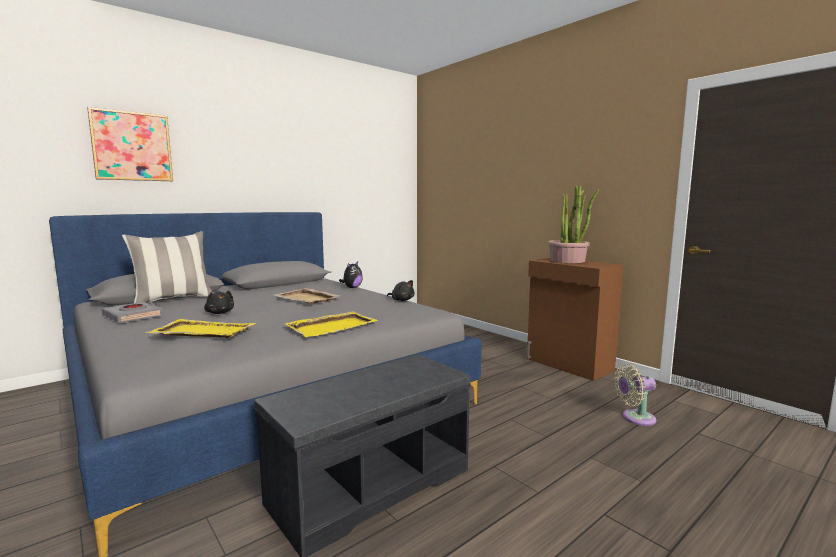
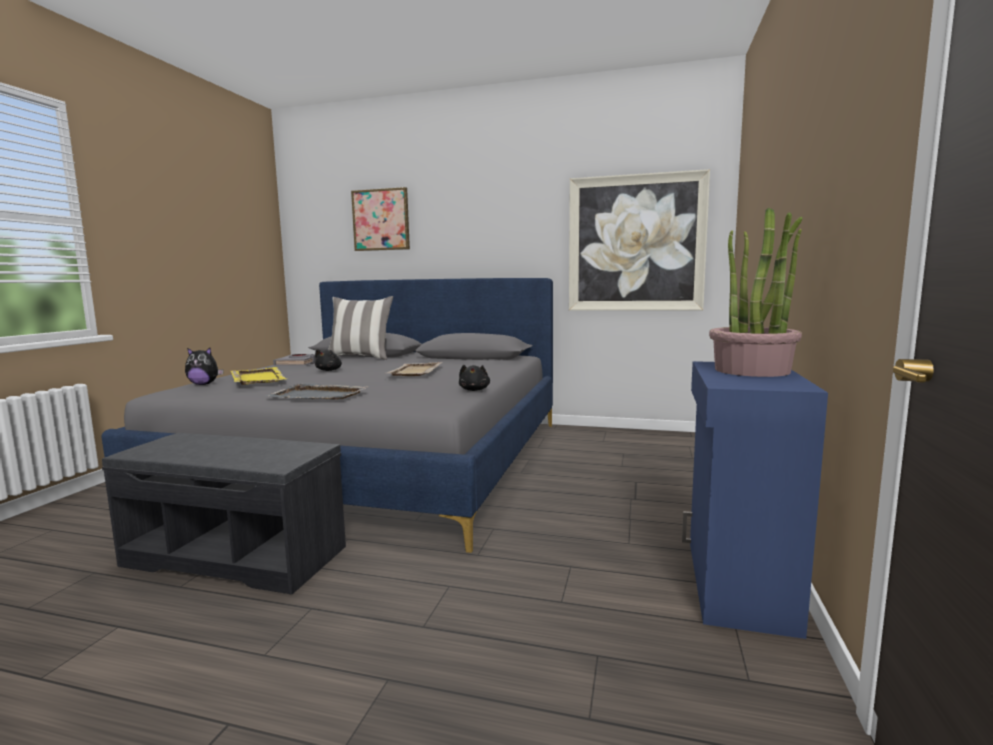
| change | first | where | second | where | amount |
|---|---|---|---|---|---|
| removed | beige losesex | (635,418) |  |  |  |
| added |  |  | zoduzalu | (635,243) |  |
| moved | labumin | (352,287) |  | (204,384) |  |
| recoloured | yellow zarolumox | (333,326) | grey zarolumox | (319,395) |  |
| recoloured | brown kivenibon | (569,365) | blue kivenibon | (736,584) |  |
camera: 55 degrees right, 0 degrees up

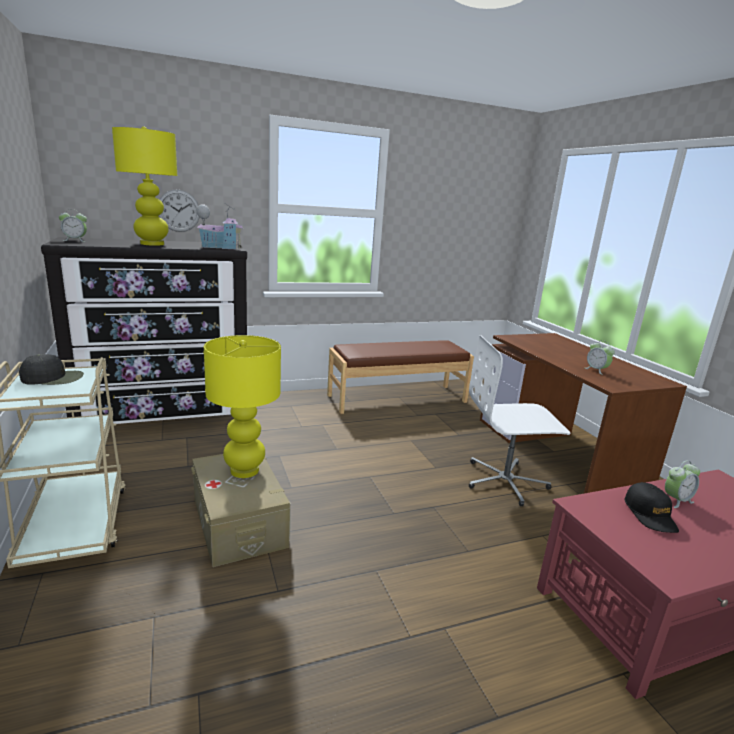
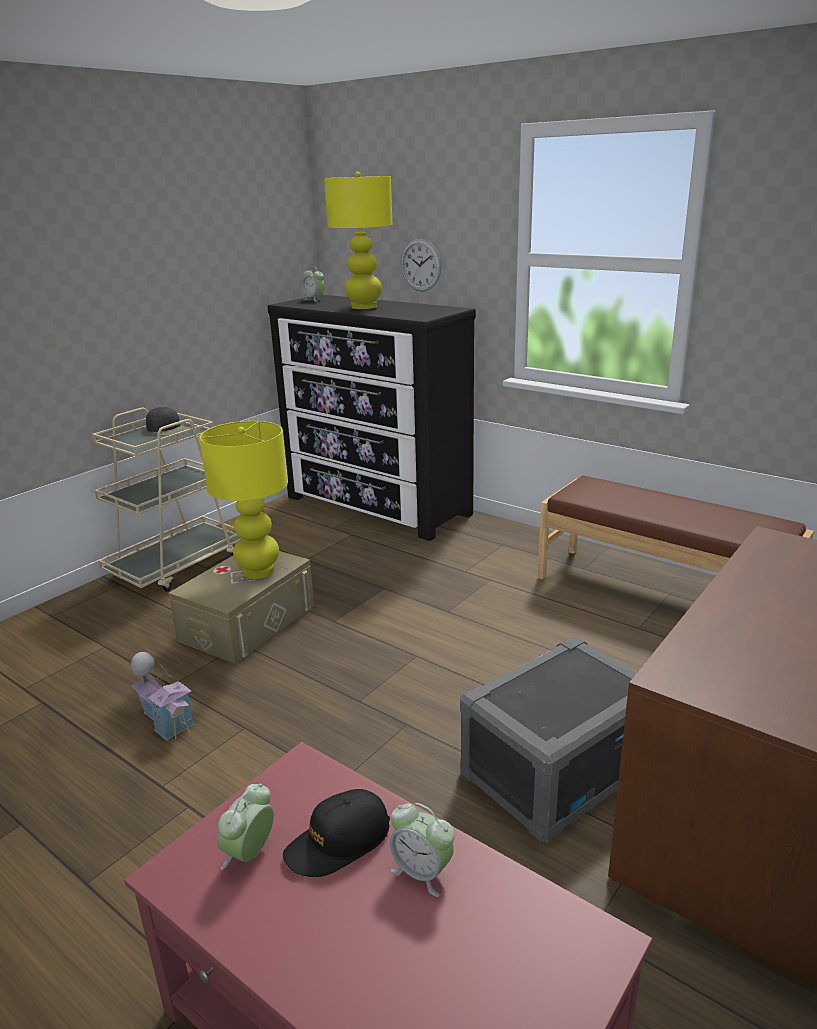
| change | first | where | second | where | amount |
|---|---|---|---|---|---|
| moved | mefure | (220,247) |  | (167,721) |  |
| moved | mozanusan | (596,370) |  | (250,853) |  |
| replaced | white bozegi | (506,481) | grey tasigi | (557,768) |  |
camera: 60 degrees right, 5 degrees up

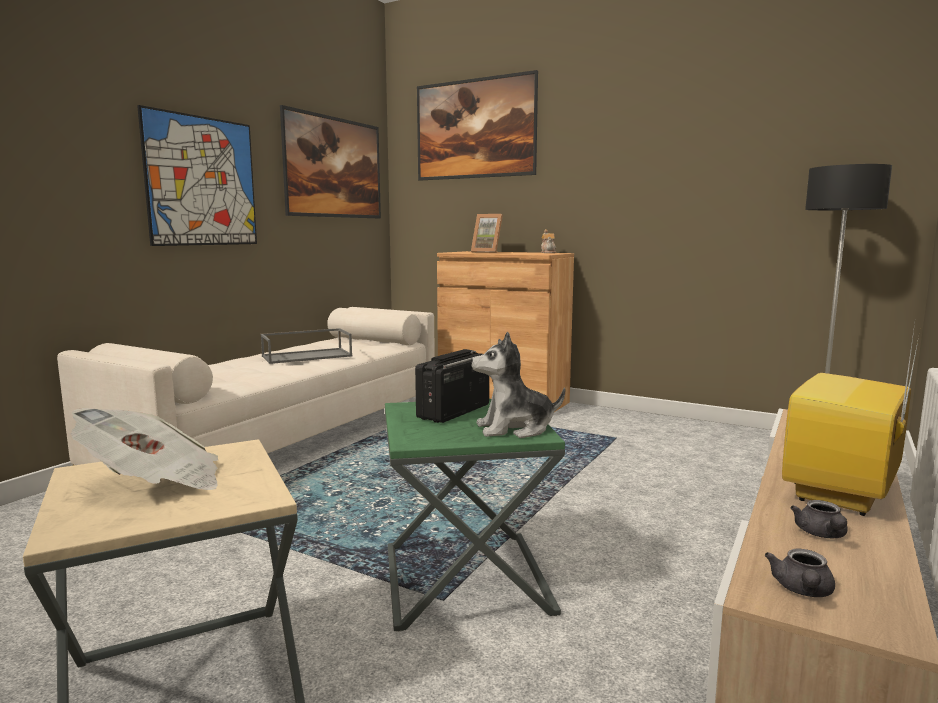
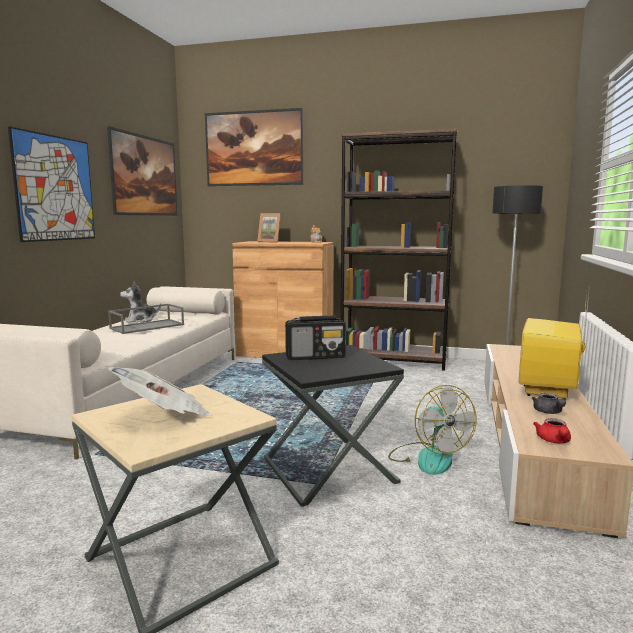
| change | first | where | second | where | amount |
|---|---|---|---|---|---|
| added |  |  | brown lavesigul | (394,361) |  |
| added |  |  | losesex | (428,457) |  |
| moved | labumin | (514,429) |  | (140,320) |  |
| recoloured | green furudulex | (466,579) | black furudulex | (329,470) |  |
| recoloured | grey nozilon | (802,591) | red nozilon | (554,441) |  |
| turned | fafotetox | (453,412) |  | (316,357) | 120 degrees counterclockwise |
camera: 15 degrees left, 0 degrees up

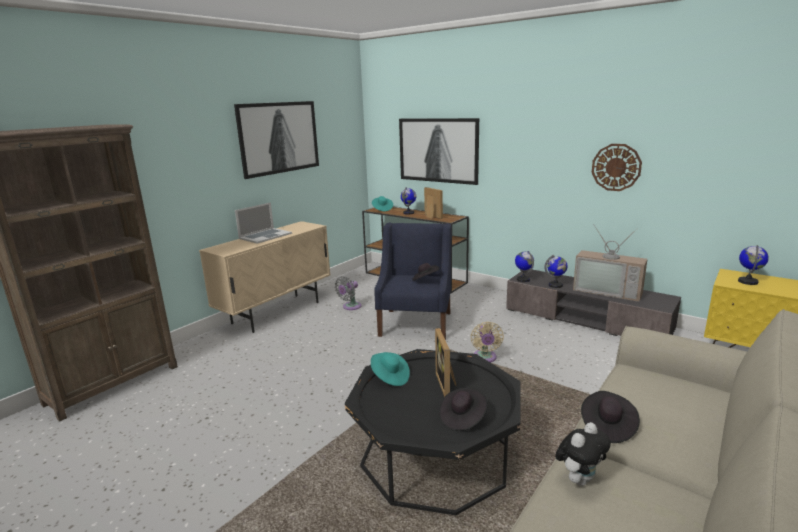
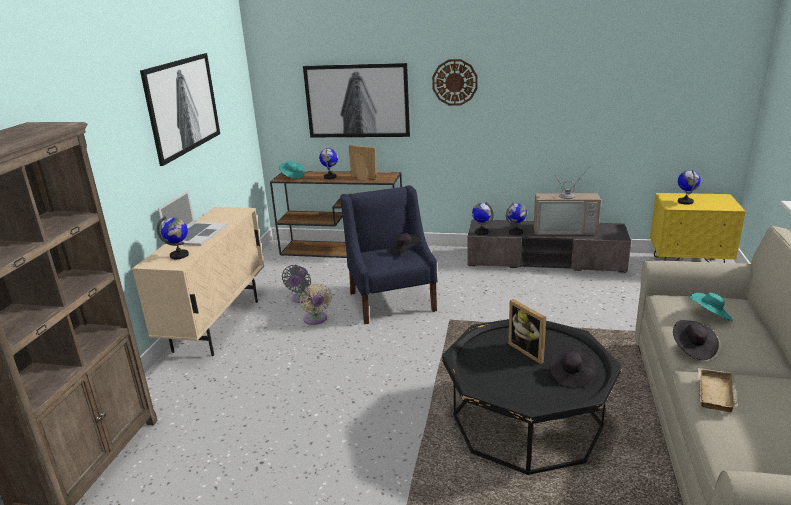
| change | first | where | second | where | amount |
|---|---|---|---|---|---|
| added |  |  | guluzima | (179,255) |  |
| moved | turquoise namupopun | (390,377) |  | (710,316) |  |
| moved | beige losesex | (485,358) |  | (316,320) |  |
| moved | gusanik | (616,167) |  | (454,82) |  |
| replaced | labumin | (579,479) | beige zarolumox | (712,392) |  |
camera: 25 degrees left, 5 degrees up

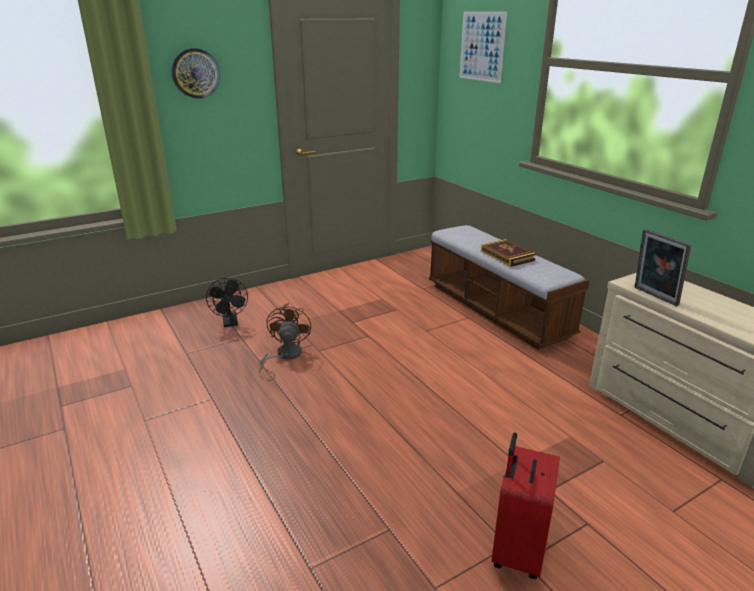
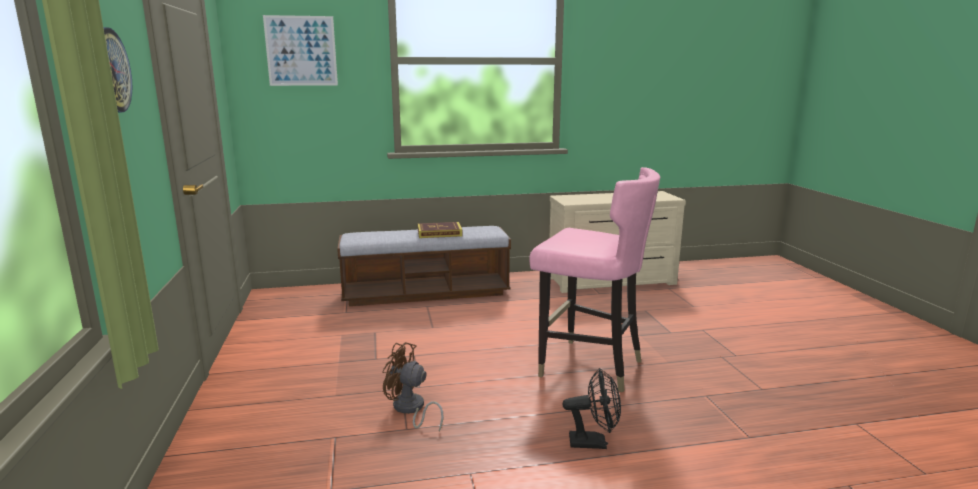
| change | first | where | second | where | amount |
|---|---|---|---|---|---|
| removed | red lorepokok | (516,551) |  |  |  |
| removed | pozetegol | (654,296) |  |  |  |
| added |  |  | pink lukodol | (589,366) |  |
| moved | black losesex | (230,323) |  | (594,442) |  |
camera: 70 degrees left, 10 degrees down

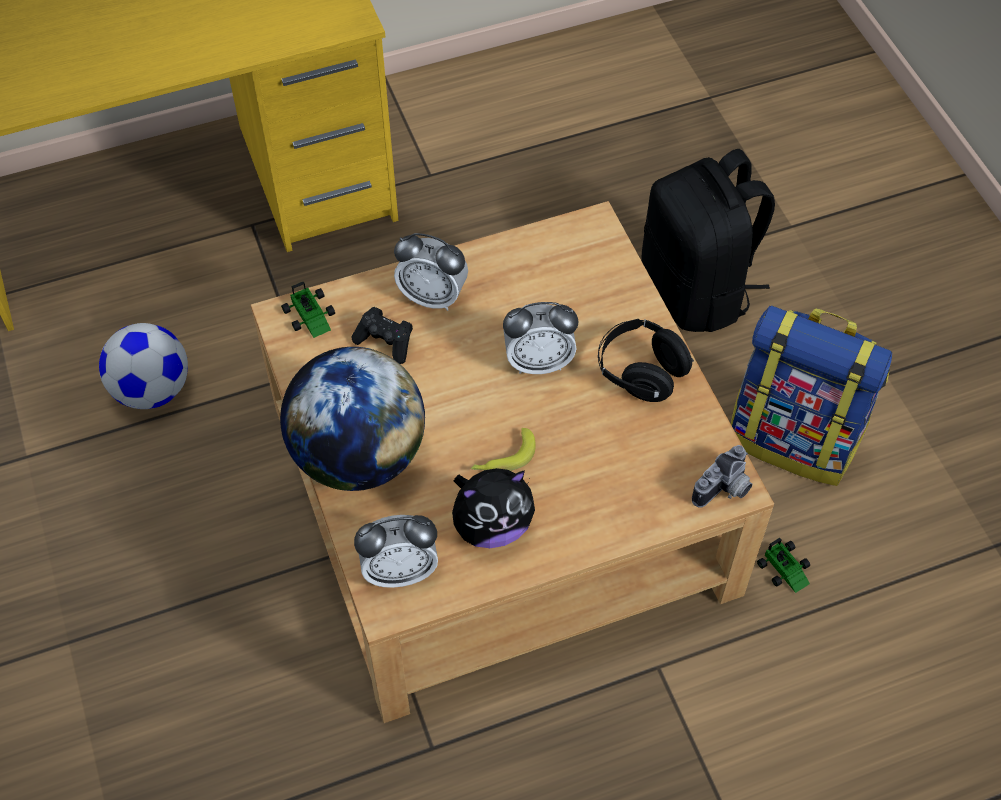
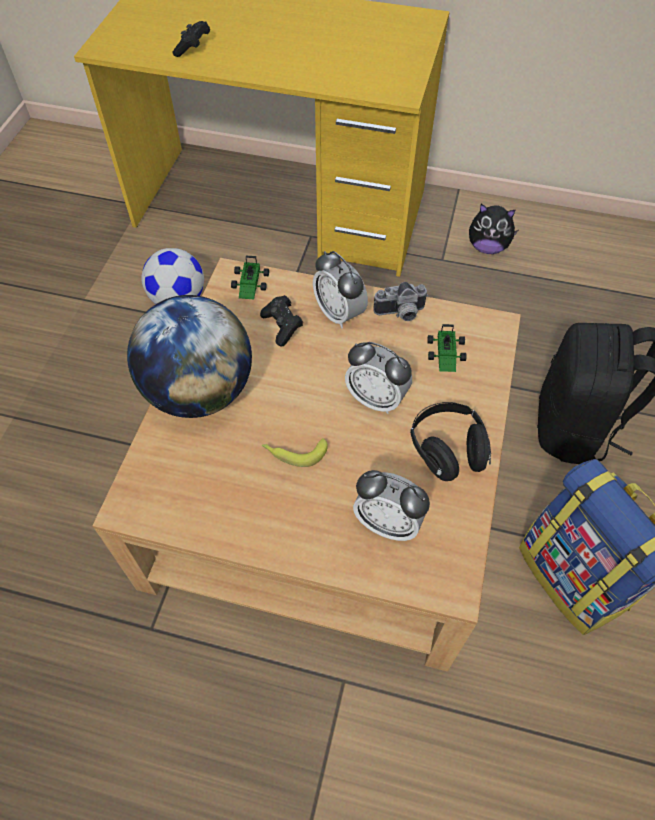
| change | first | where | second | where | amount |
|---|---|---|---|---|---|
| added |  |  | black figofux | (193,48) |  |
| moved | mozanusan | (400,571) |  | (388,523) |  |
| moved | labumin | (492,526) |  | (487,247) |  |
| moved | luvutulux | (725,490) |  | (400,314) |  |
| moved | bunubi | (786,570) |  | (446,354) |  |
camera: 35 degrees right, 0 degrees up

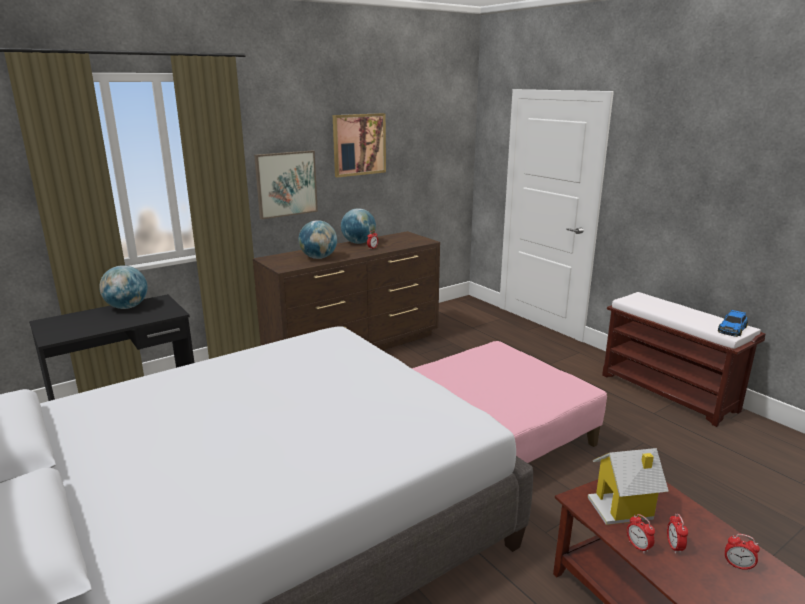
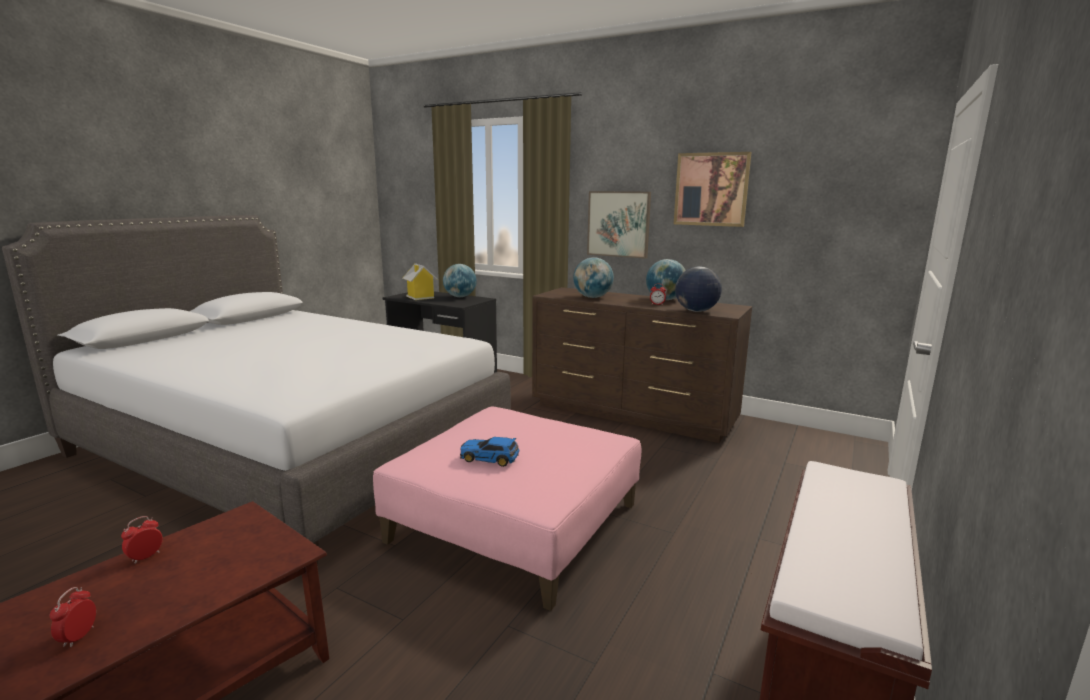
| change | first | where | second | where | amount |
|---|---|---|---|---|---|
| removed | mozanusan | (674,547) |  |  |  |
| added |  |  | guluzima | (696,311) |  |
| moved | mefure | (623,508) |  | (420,297) |  |
| moved | bunubi | (732,329) |  | (490,458) |  |
camera: 65 degrees right, 5 degrees down

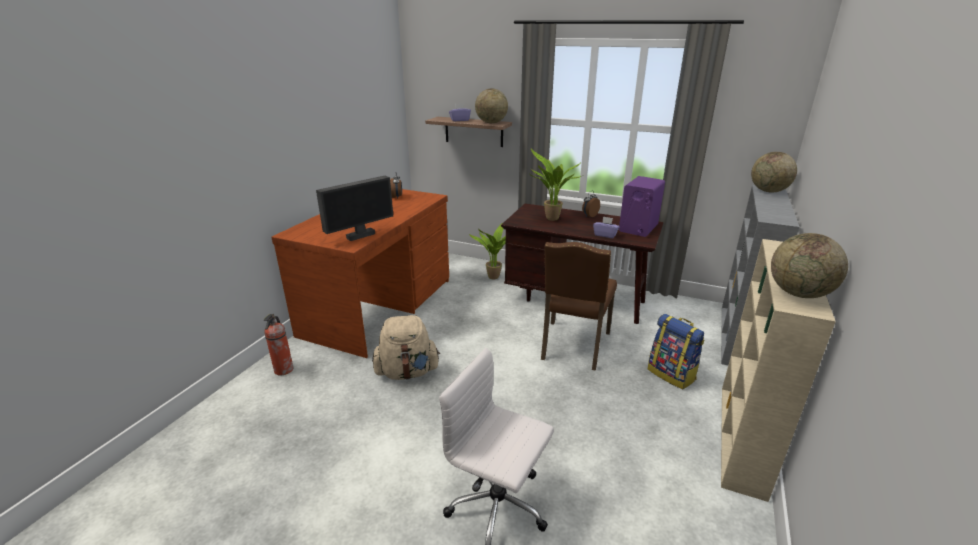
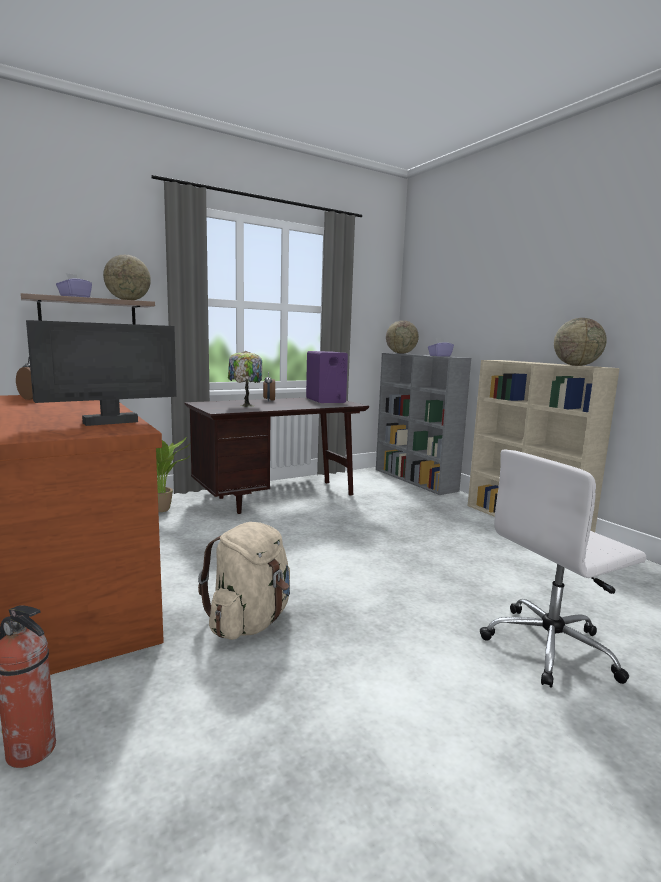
| change | first | where | second | where | amount |
|---|---|---|---|---|---|
| removed | brown lukodol | (573,346) |  |  |  |
| removed | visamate | (672,374) |  |  |  |
| moved | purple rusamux | (605,235) |  | (439,356) |  |
| replaced | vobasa | (551,219) | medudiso | (245,405) |  |
| turned | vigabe | (360,236) |  | (111,423) | 120 degrees counterclockwise |
camera: 55 degrees left, 15 degrees down

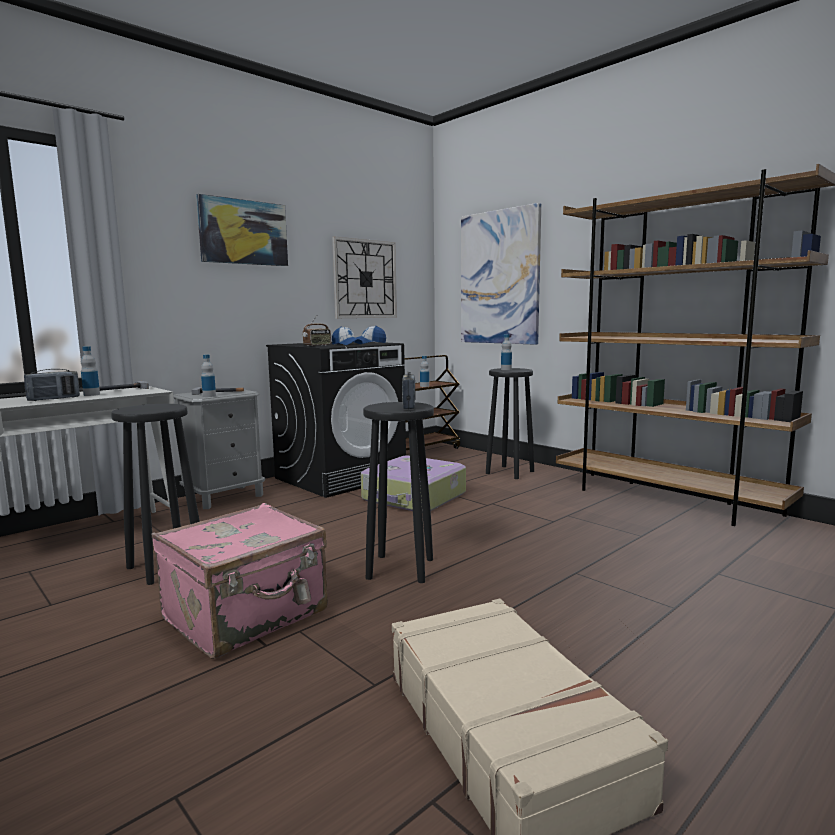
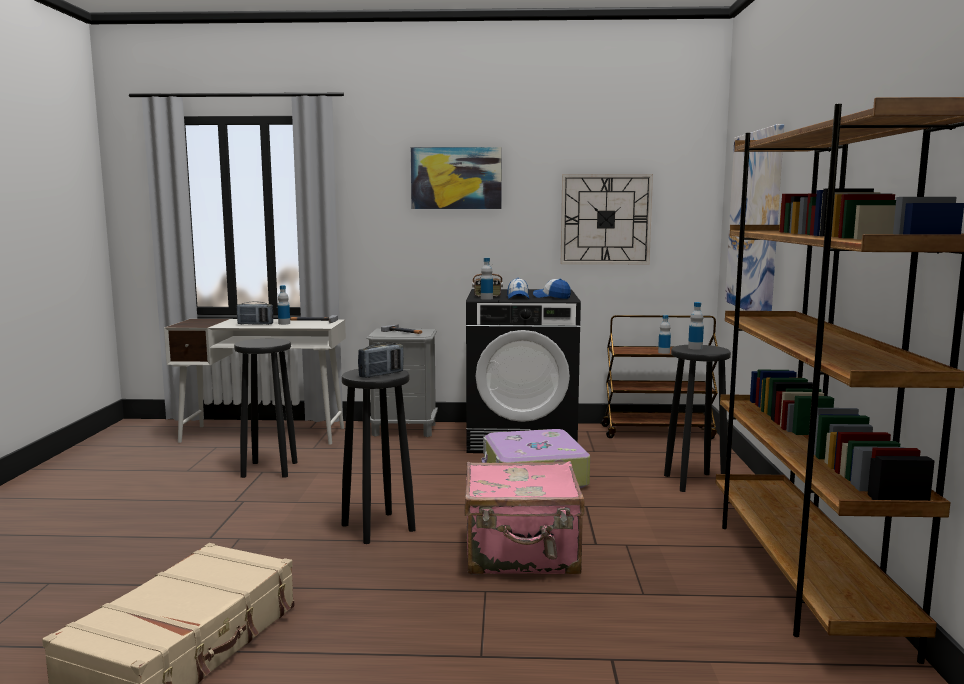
| change | first | where | second | where | amount |
|---|---|---|---|---|---|
| moved | pink lorepokok | (247,616) |  | (522,555) |  |
| moved | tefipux | (209,396) |  | (486,298) |  |
camera: 45 degrees right, 0 degrees up

